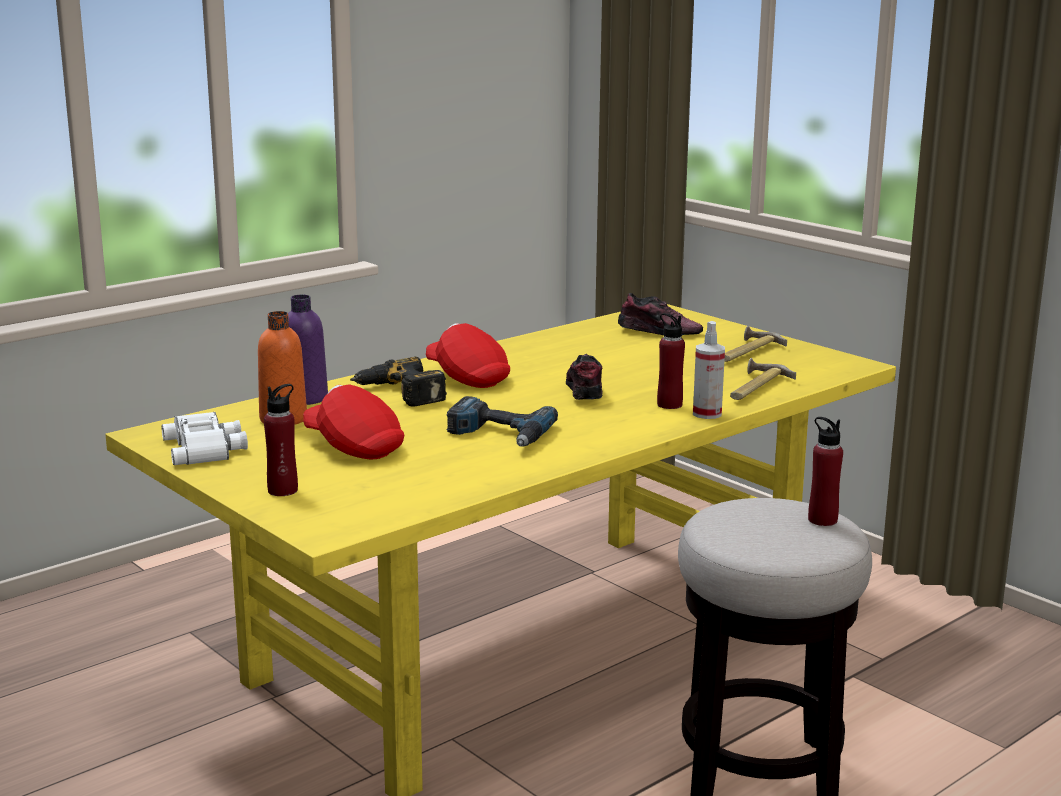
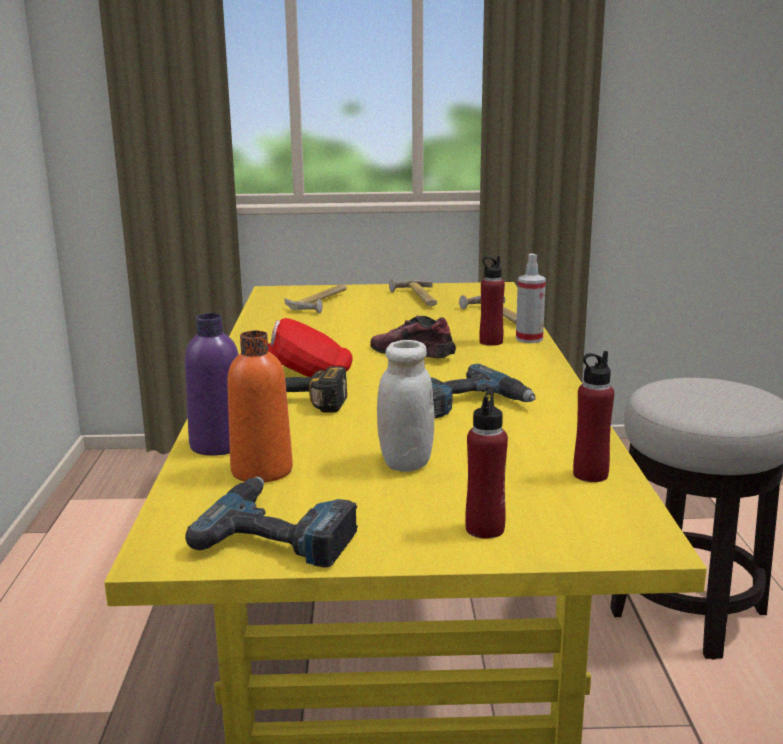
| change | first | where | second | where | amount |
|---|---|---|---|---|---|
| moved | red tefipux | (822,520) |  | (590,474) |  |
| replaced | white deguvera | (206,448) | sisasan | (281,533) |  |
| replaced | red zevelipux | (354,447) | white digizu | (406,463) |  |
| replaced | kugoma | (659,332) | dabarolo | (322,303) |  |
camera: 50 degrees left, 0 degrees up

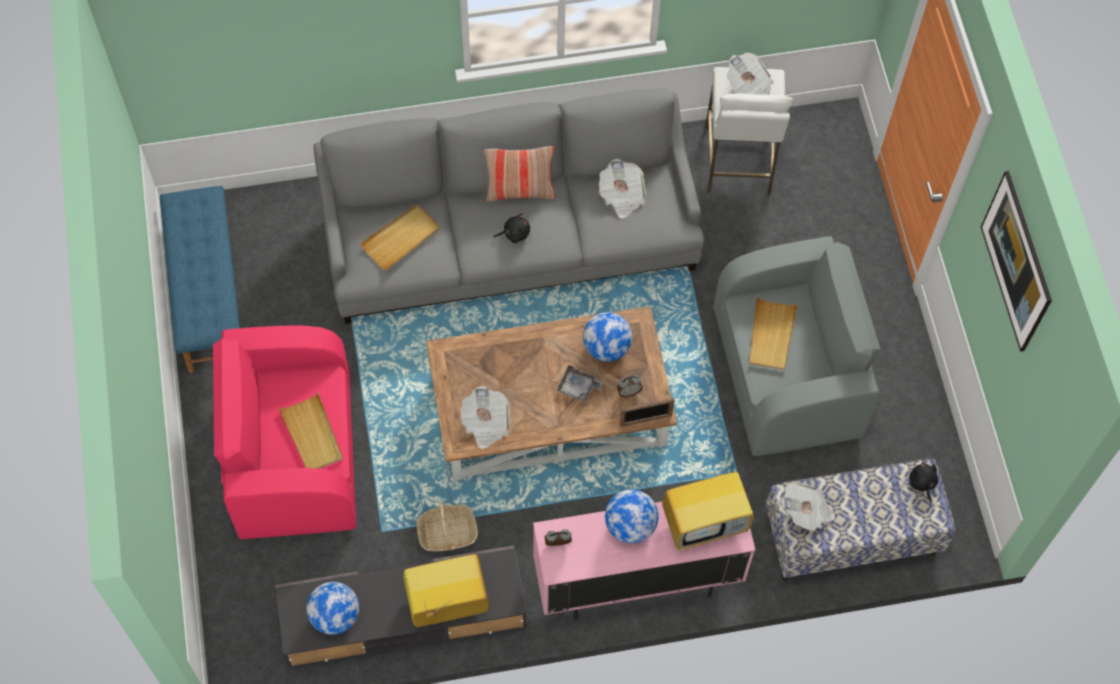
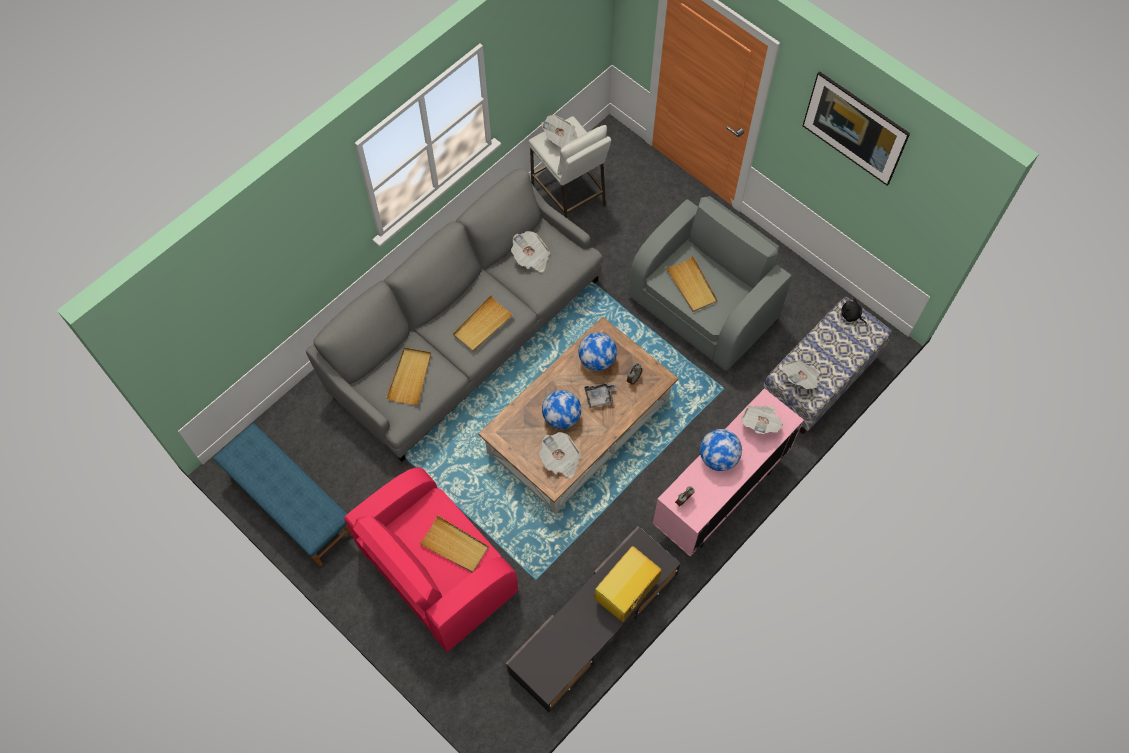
| change | first | where | second | where | amount |
|---|---|---|---|---|---|
| removed | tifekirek | (447,533) |  |  |  |
| removed | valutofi | (520,191) |  |  |  |
| removed | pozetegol | (646,420) |  |  |  |
| moved | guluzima | (335,616) |  | (561,417) |  |
| replaced | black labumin | (514,233) | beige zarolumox | (482,325) |  |
| replaced | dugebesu | (705,521) | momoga | (761,423) |  |
camera: 35 degrees left, 0 degrees up

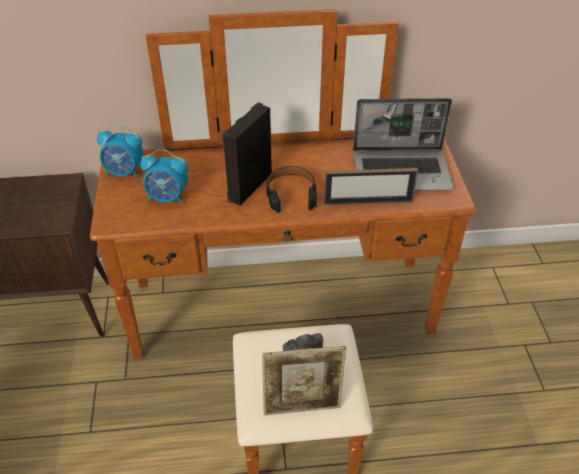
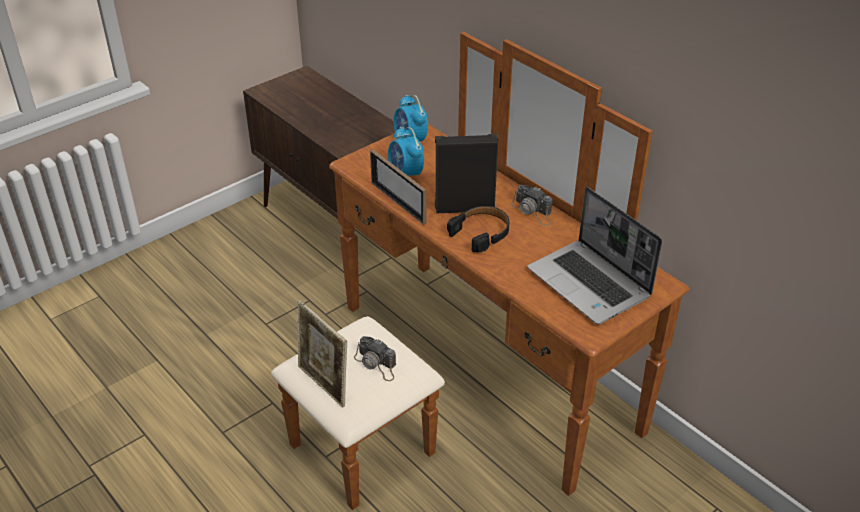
| change | first | where | second | where | amount |
|---|---|---|---|---|---|
| added |  |  | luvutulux | (532,211) |  |
| moved | pozetegol | (368,202) |  | (398,203) |  |
camera: 55 degrees right, 5 degrees down

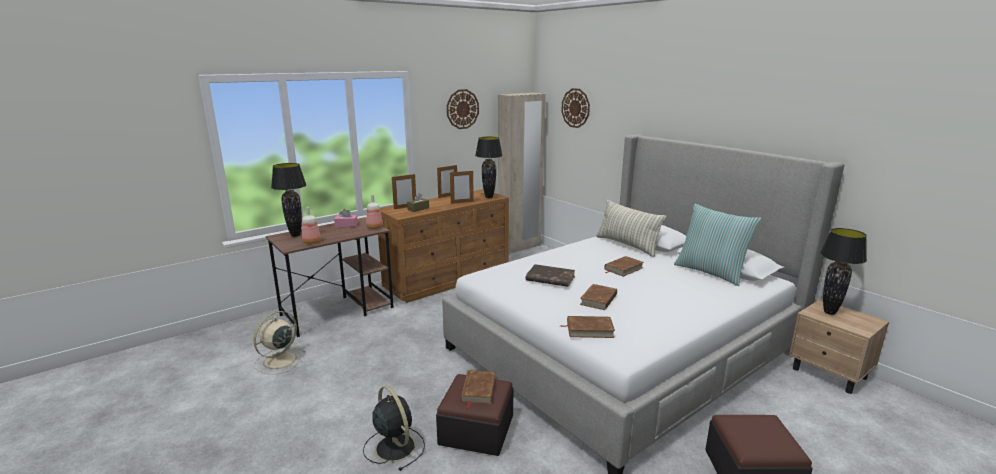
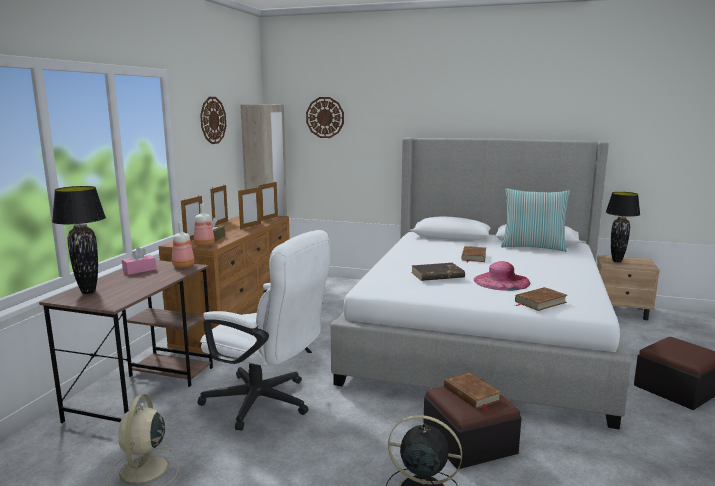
| change | first | where | second | where | amount |
|---|---|---|---|---|---|
| removed | valutofi | (627,245) |  |  |  |
| added |  |  | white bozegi | (266,403) |  |
| moved | tefipux | (311,242) |  | (204,245) |  |
| replaced | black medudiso | (489,197) | pozetegol | (269,218) |  |
| replaced | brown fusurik | (599,299) | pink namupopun | (501,281) |  |
camera: 35 degrees left, 5 degrees down

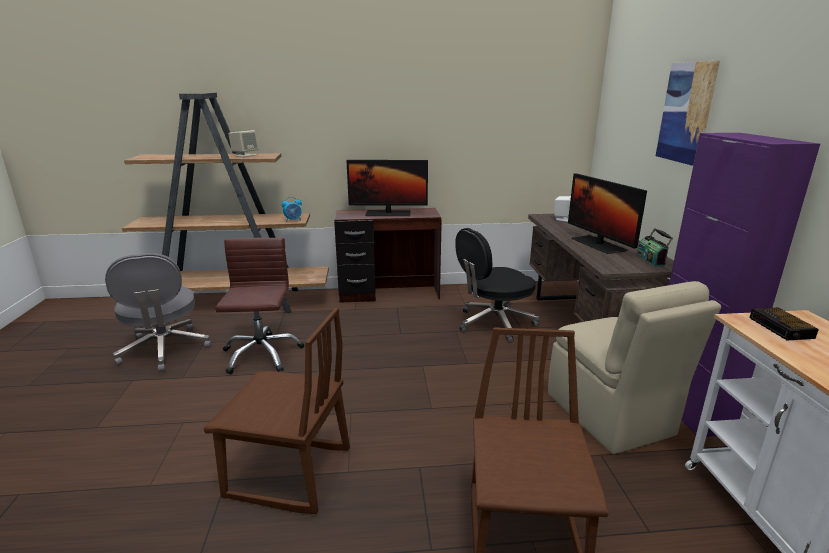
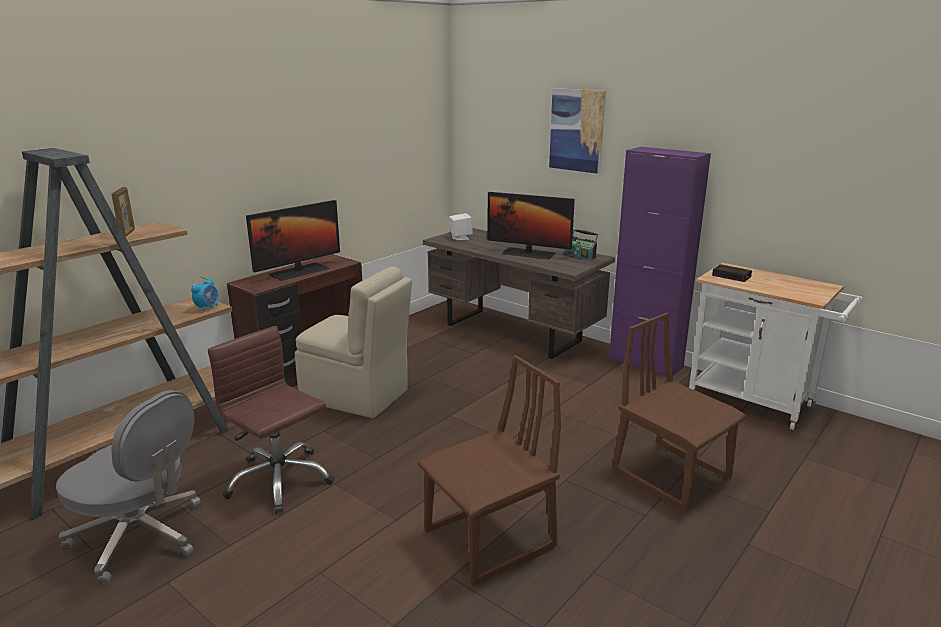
| change | first | where | second | where | amount |
|---|---|---|---|---|---|
| removed | black bozegi | (494,324) |  |  |  |
| moved | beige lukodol | (610,416) |  | (357,396) |  |
| replaced | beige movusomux | (245,155) | pozetegol | (127,233) |  |
camera: 45 degrees left, 0 degrees up

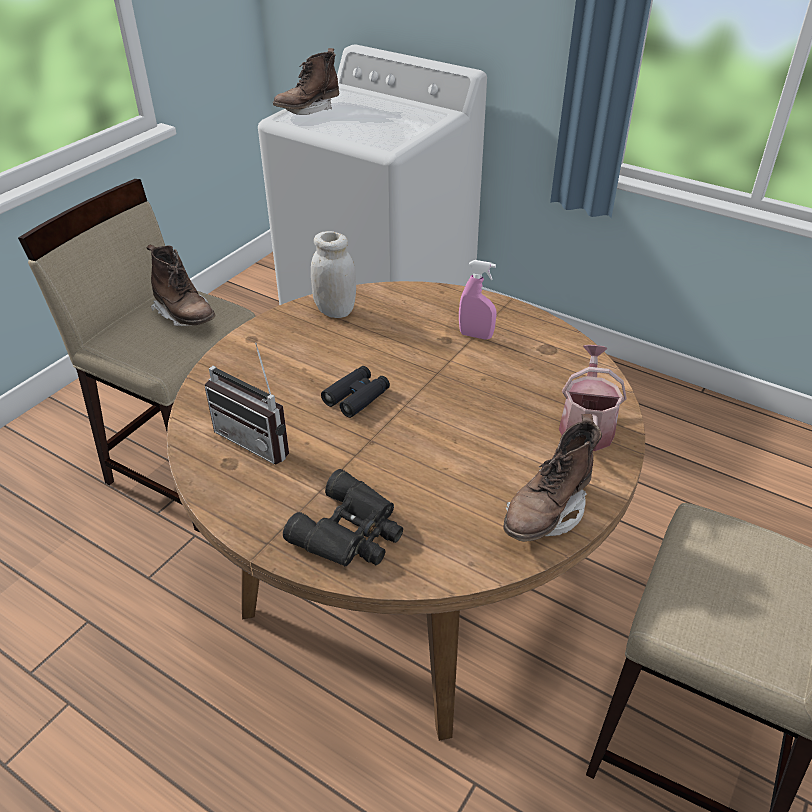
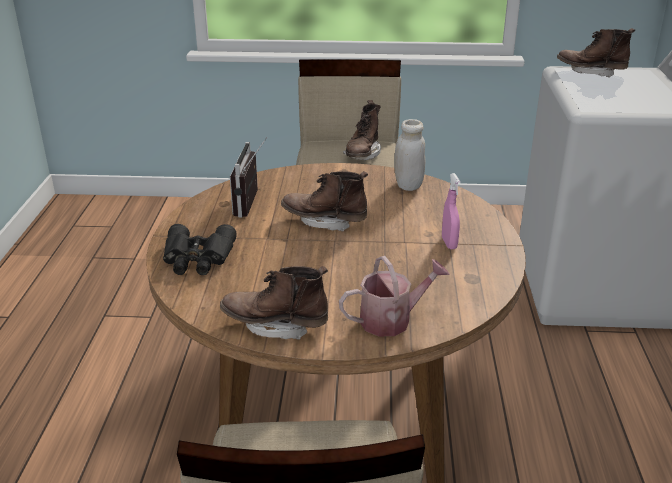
| change | first | where | second | where | amount |
|---|---|---|---|---|---|
| replaced | black deguvera | (356,397) | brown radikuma | (324,221) |  |
camera: 60 degrees right, 10 degrees down

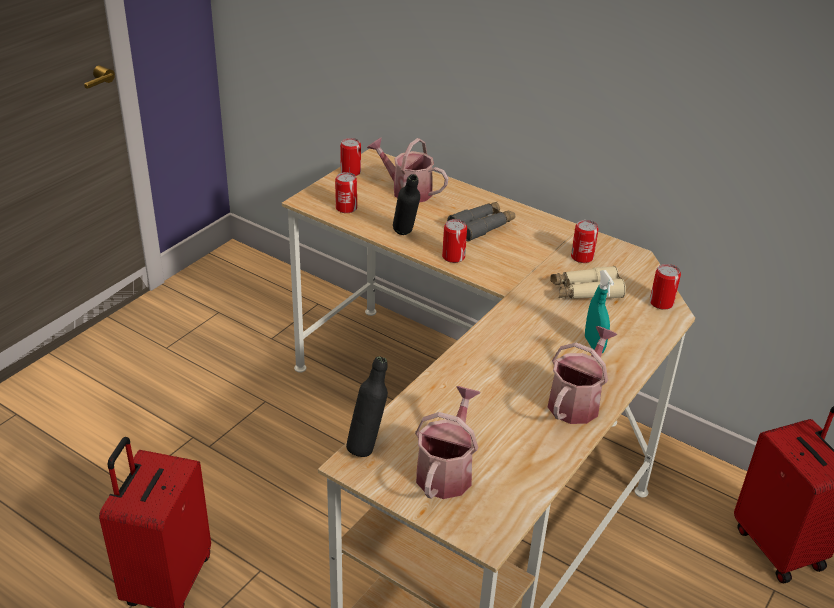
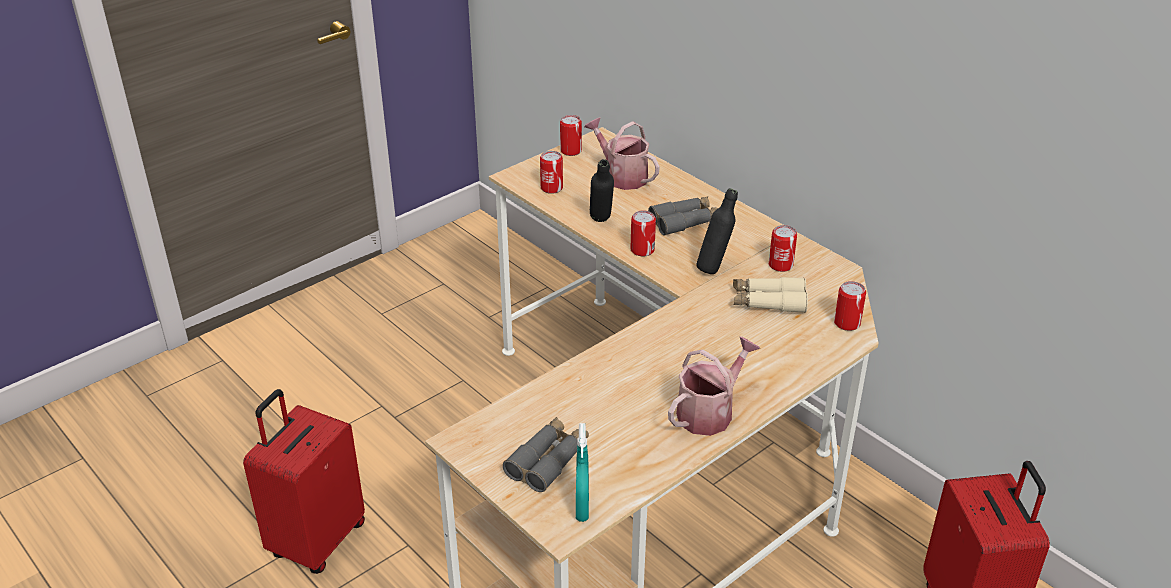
| change | first | where | second | where | amount |
|---|---|---|---|---|---|
| moved | black tefipux | (367,445) |  | (714,268) |  |
| moved | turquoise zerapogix | (594,345) |  | (582,508) |  |
| replaced | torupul | (446,470) | grey deguvera | (548,460) |  |
camera: 15 degrees right, 0 degrees up

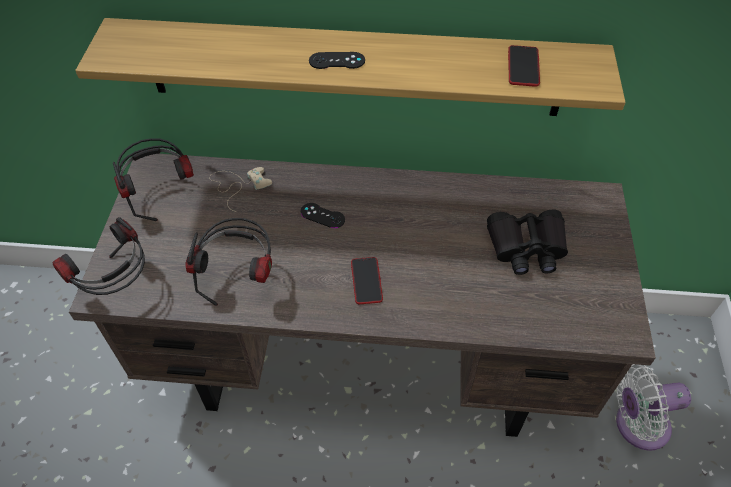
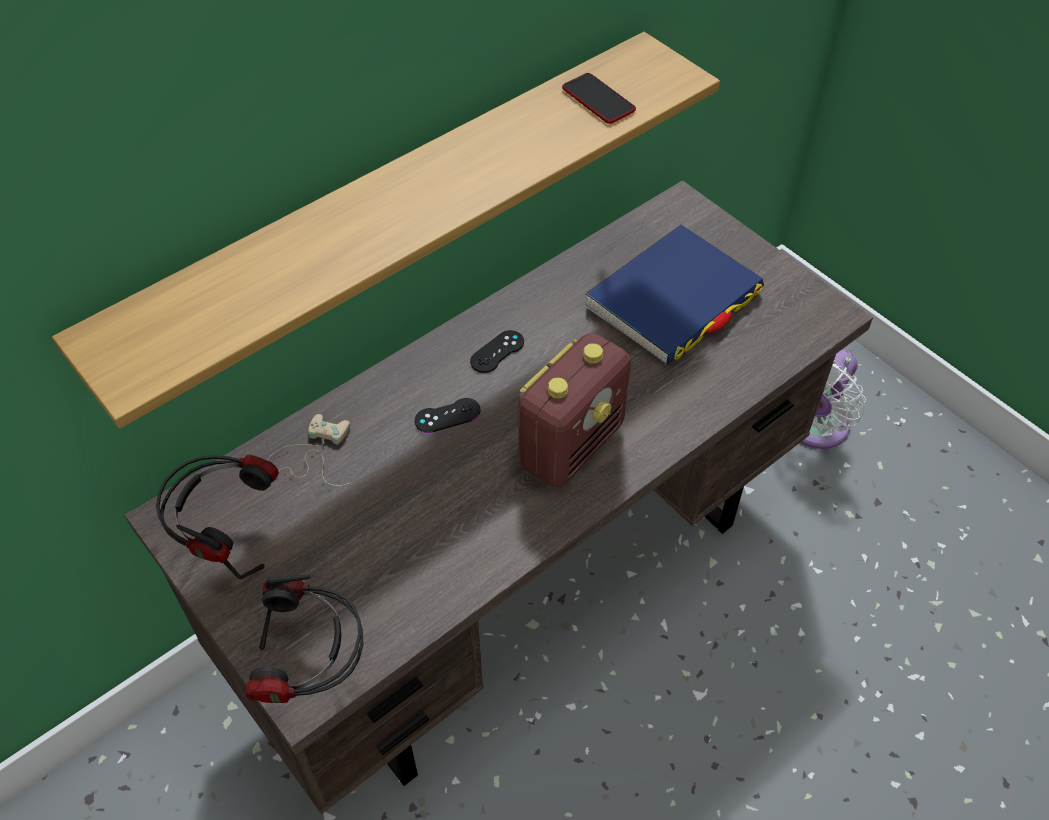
| change | first | where | second | where | amount |
|---|---|---|---|---|---|
| removed | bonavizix | (240,277) |  |  |  |
| moved | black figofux | (337,61) |  | (497,352) |  |
| replaced | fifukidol | (366,281) | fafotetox | (572,444) |  |
| replaced | black deguvera | (526,247) | blue fusurik | (673,300) |  |
camera: 45 degrees left, 0 degrees up

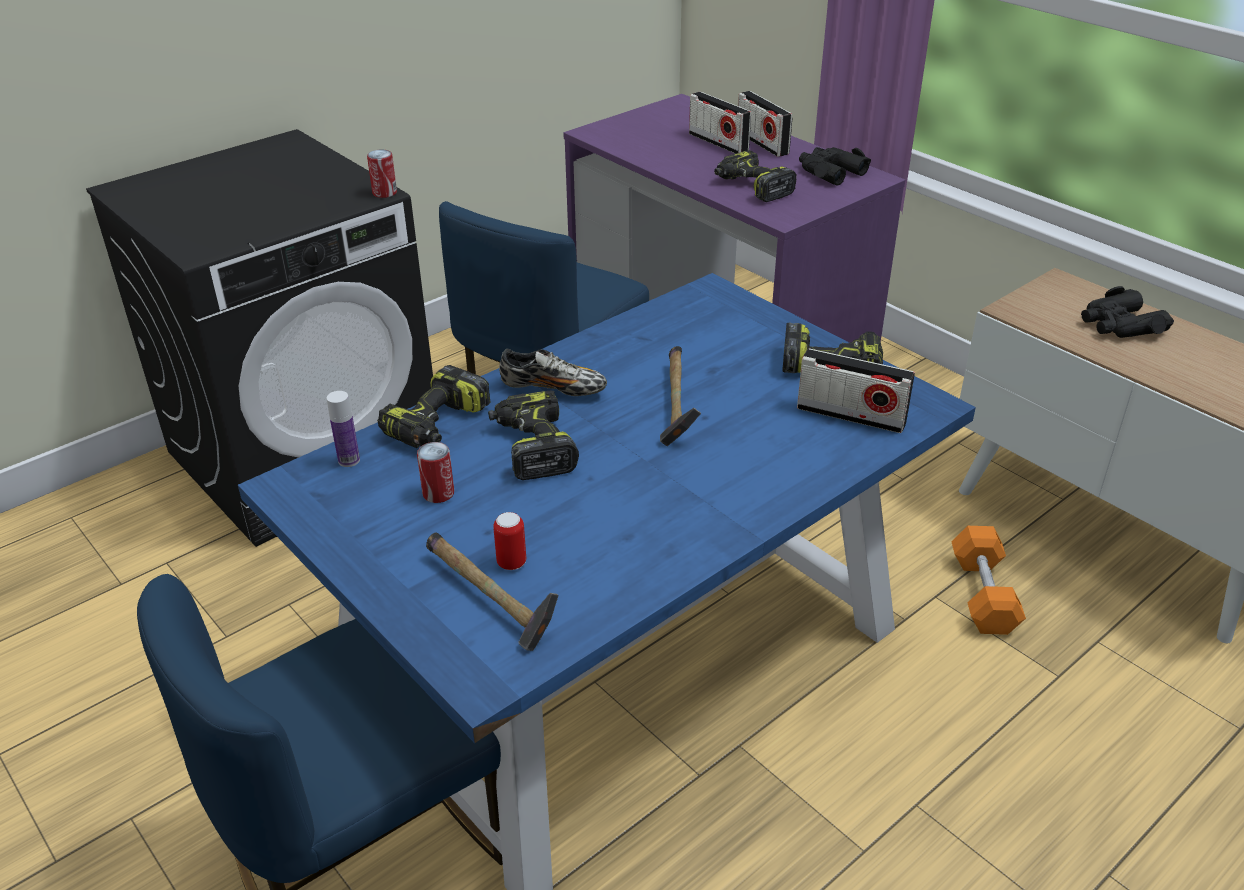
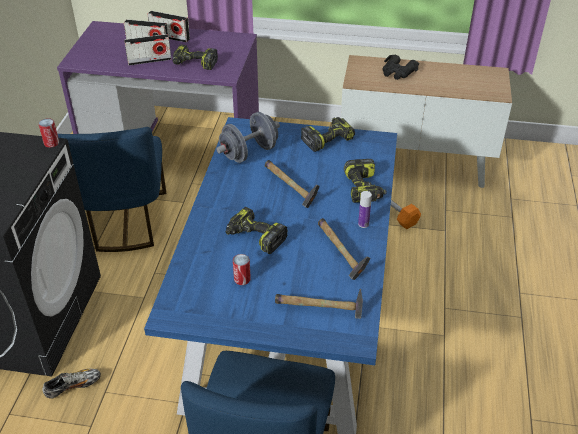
| change | first | where | second | where | amount |
|---|---|---|---|---|---|
| removed | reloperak | (511,563) |  |  |  |
| removed | black deguvera | (830,172) |  |  |  |
| added |  |  | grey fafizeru | (249,153) |  |
| added |  |  | dabarolo | (340,254) |  |
| moved | tefipux | (349,460) |  | (363,224) |  |
| moved | sisasan | (438,425) |  | (364,188) |  |
| moved | kugoma | (553,389) |  | (73,387) |  |
| moved | fafotetox | (851,416) |  | (149,60) |  |
camera: 40 degrees left, 5 degrees up

